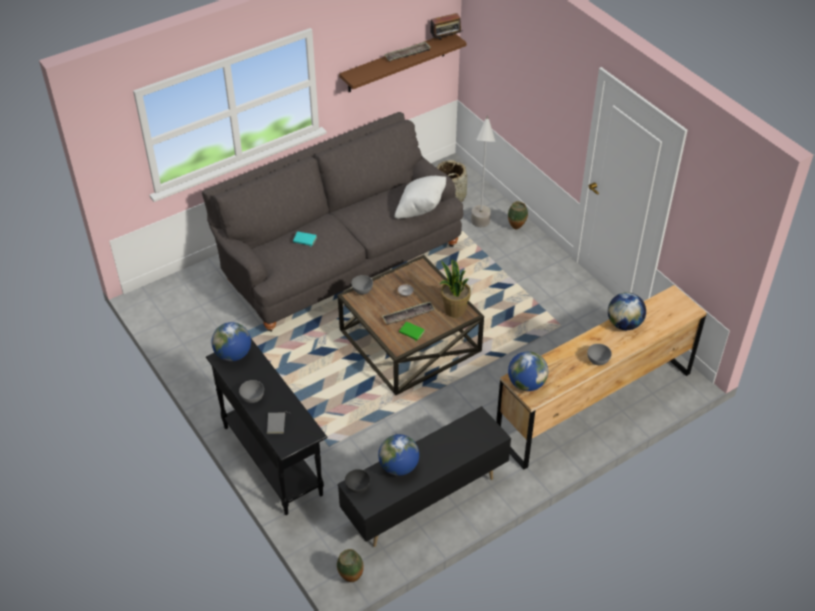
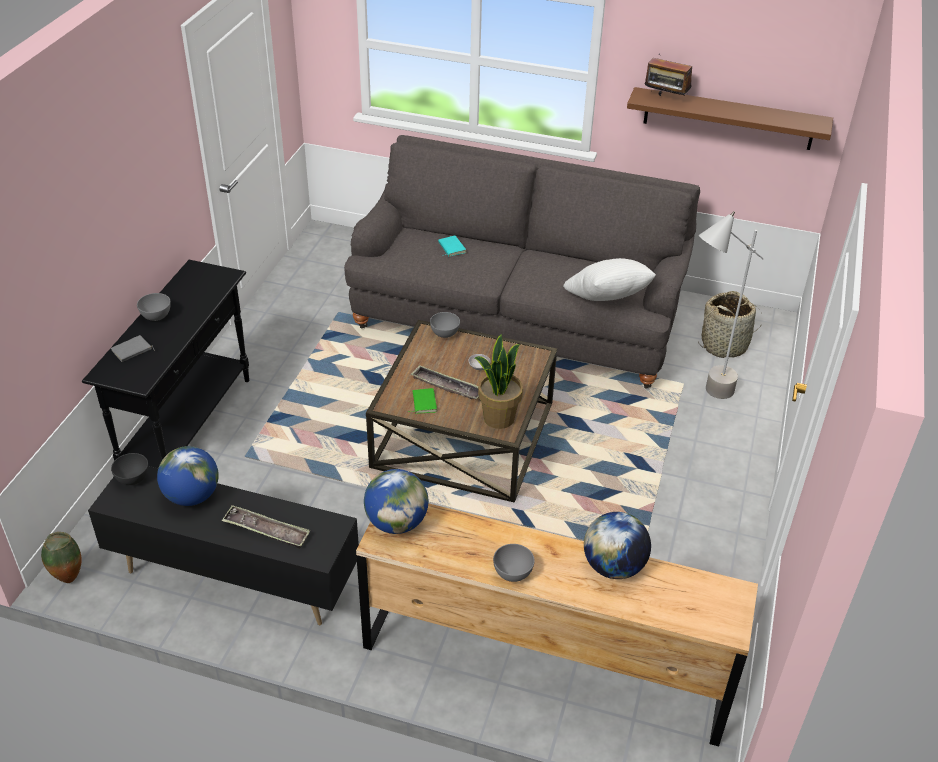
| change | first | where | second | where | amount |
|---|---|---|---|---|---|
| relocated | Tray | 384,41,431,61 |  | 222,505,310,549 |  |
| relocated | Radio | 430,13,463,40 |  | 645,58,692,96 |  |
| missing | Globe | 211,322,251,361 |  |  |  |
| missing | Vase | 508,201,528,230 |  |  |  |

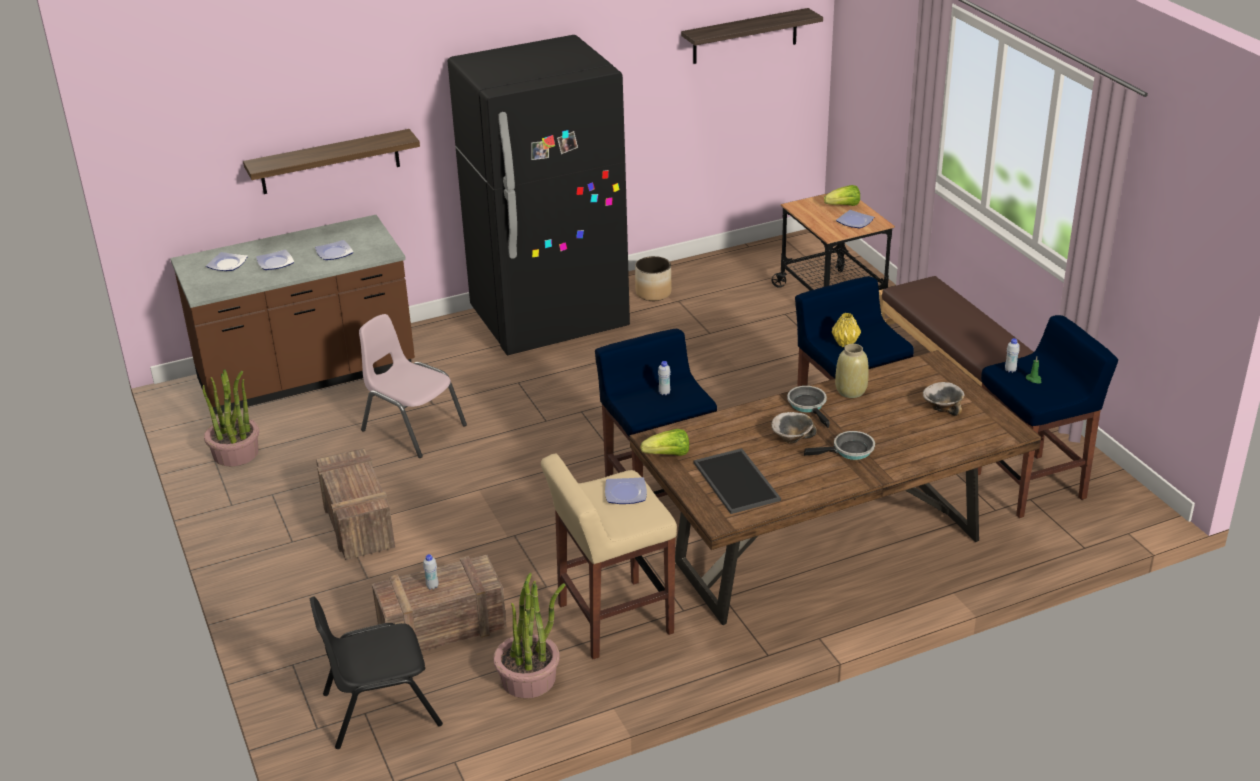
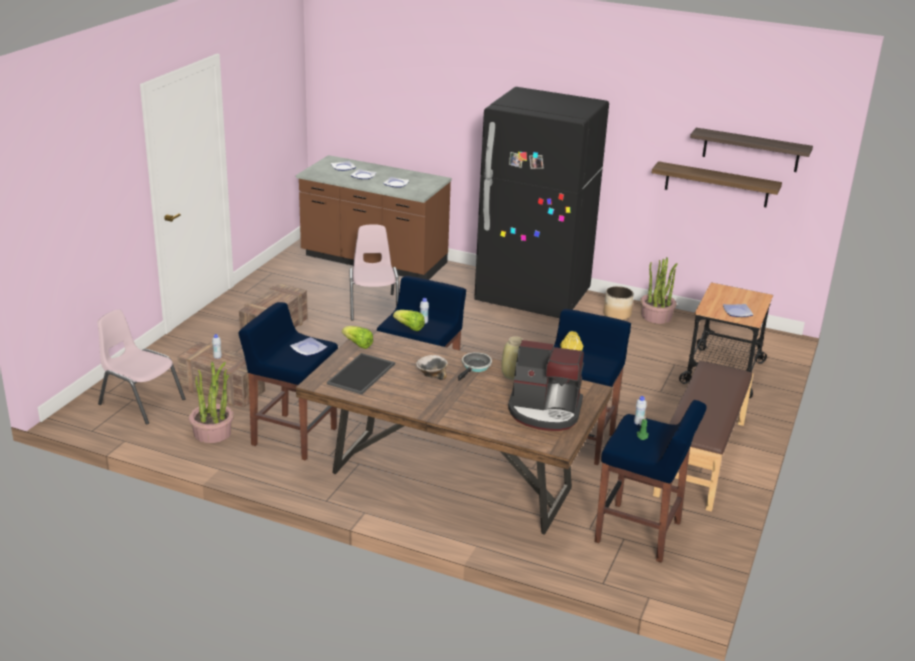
| change | first | where | second | where | amount |
|---|---|---|---|---|---|
| colour | BlackChair | 310,596,443,749 | PinkChair | 97,309,186,425 |  |
| colour | BeigeStool | 541,453,677,659 | BlueStool | 239,302,338,461 |  |
| relocated | Lettuce | 824,185,860,206 |  | 393,310,425,331 |  |
| exchanged | Bowl | 923,382,965,416 | CoffeeMachine | 508,340,584,431 |  |
| relocated | PottedPlant | 202,369,259,466 |  | 640,257,678,324 |  |
| relocated | Shelf | 243,129,420,194 |  | 652,161,782,207 |  |
| missing | FryingPan | 804,431,875,460 |  |  |  |

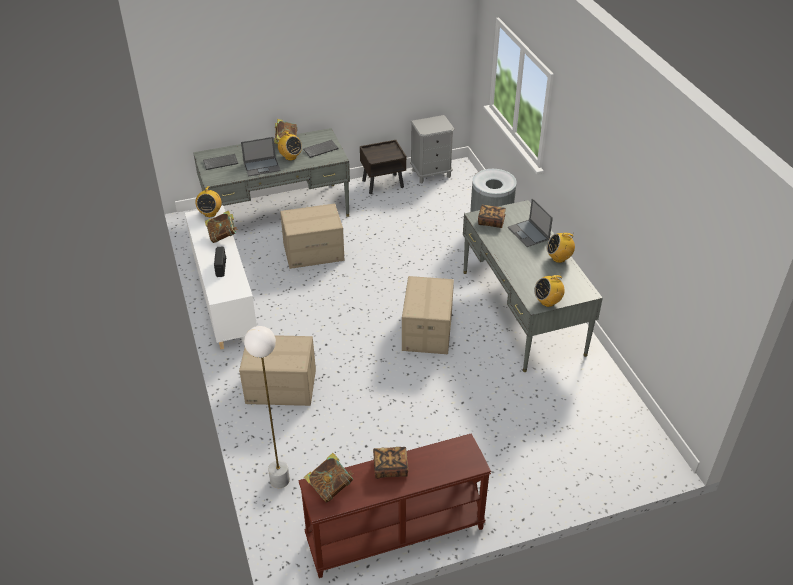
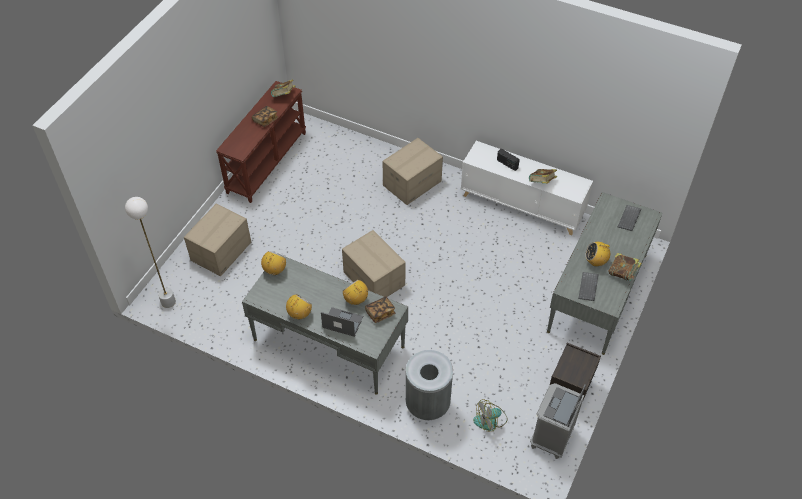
| change | first | where | second | where | amount |
|---|---|---|---|---|---|
| relocated | WhiteFloorLamp | 244,326,290,488 |  | 125,197,176,308 |  |
| relocated | CardboardBox | 280,204,344,269 |  | 184,203,251,276 |  |
| relocated | Radio | 196,186,222,217 |  | 343,280,368,305 |  |
| appeared |  |  | Fan | 473,399,508,432 |  |
| relocated | Laptop | 241,137,281,177 |  | 543,384,586,427 |  |

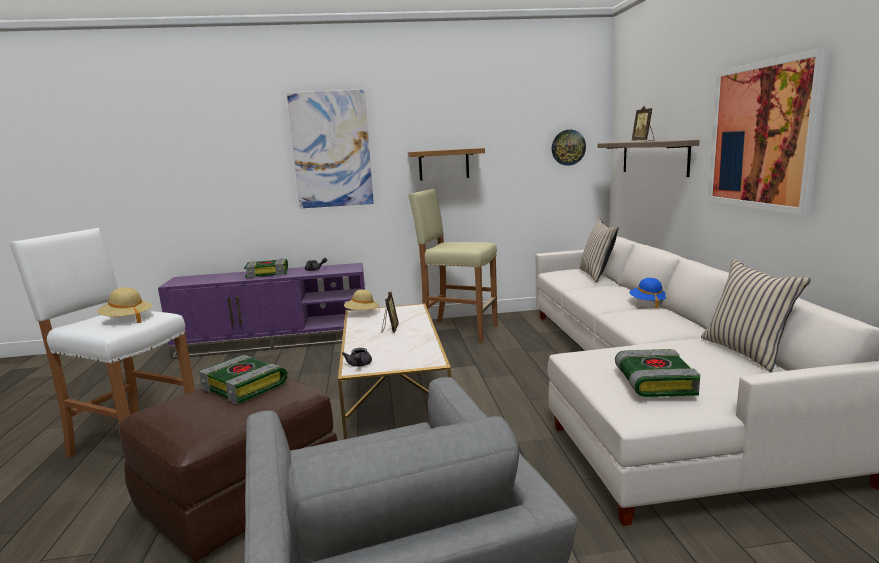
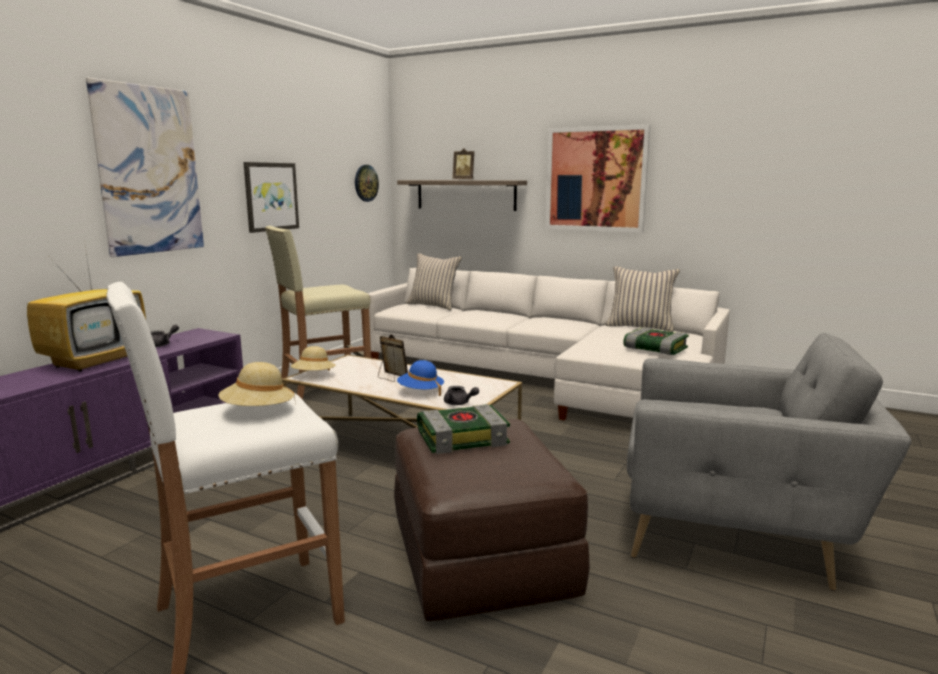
| change | first | where | second | where | amount |
|---|---|---|---|---|---|
| exchanged | Book | 244,259,288,278 | Television | 27,246,146,372 |  |
| exchanged | Shelf | 408,148,485,181 | Picture | 243,162,299,233 |  |
| relocated | BlueHat | 629,278,666,308 |  | 397,360,444,396 |  |

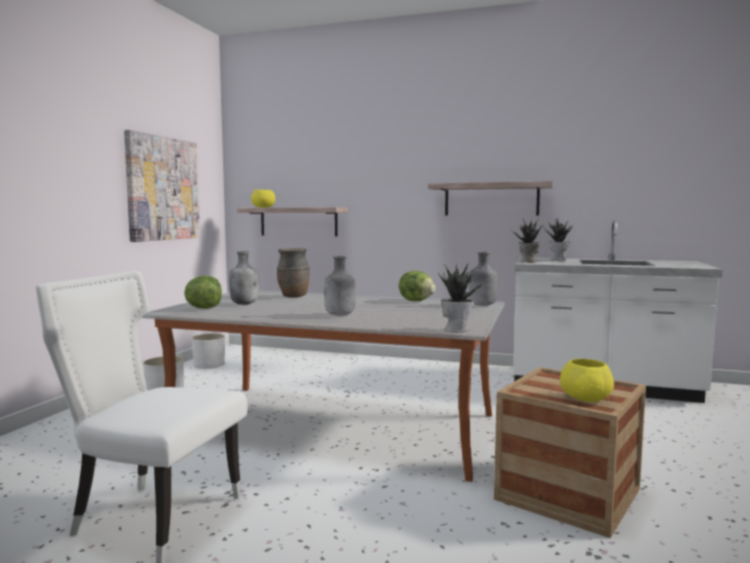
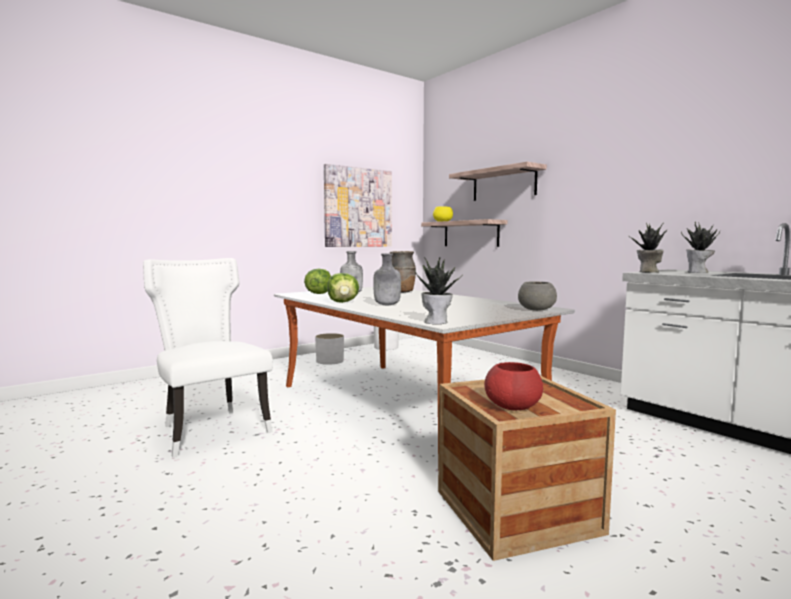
| change | first | where | second | where | amount |
|---|---|---|---|---|---|
| relocated | Lettuce | 399,271,436,301 |  | 327,273,359,303 |  |
| relocated | Shelf | 428,181,553,215 |  | 449,162,547,201 |  |
| colour | YellowBowl | 560,359,614,402 | RedBowl | 484,362,543,410 |  |
| exchanged | GreyBottle | 468,252,498,306 | GreyBowl | 518,281,557,311 |  |

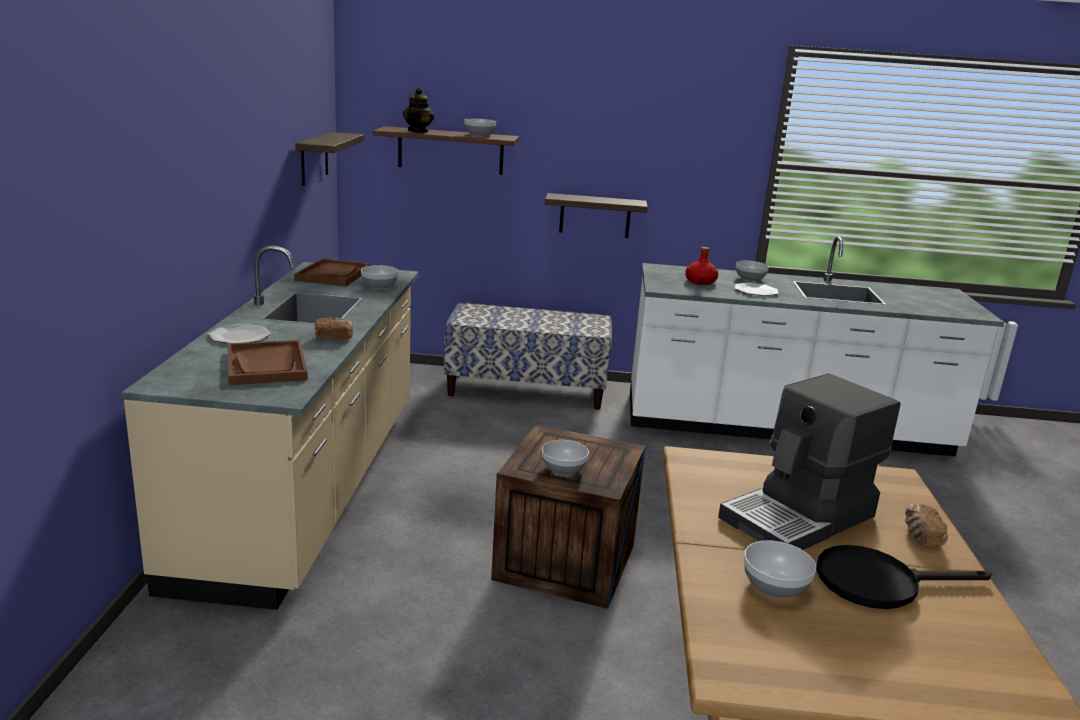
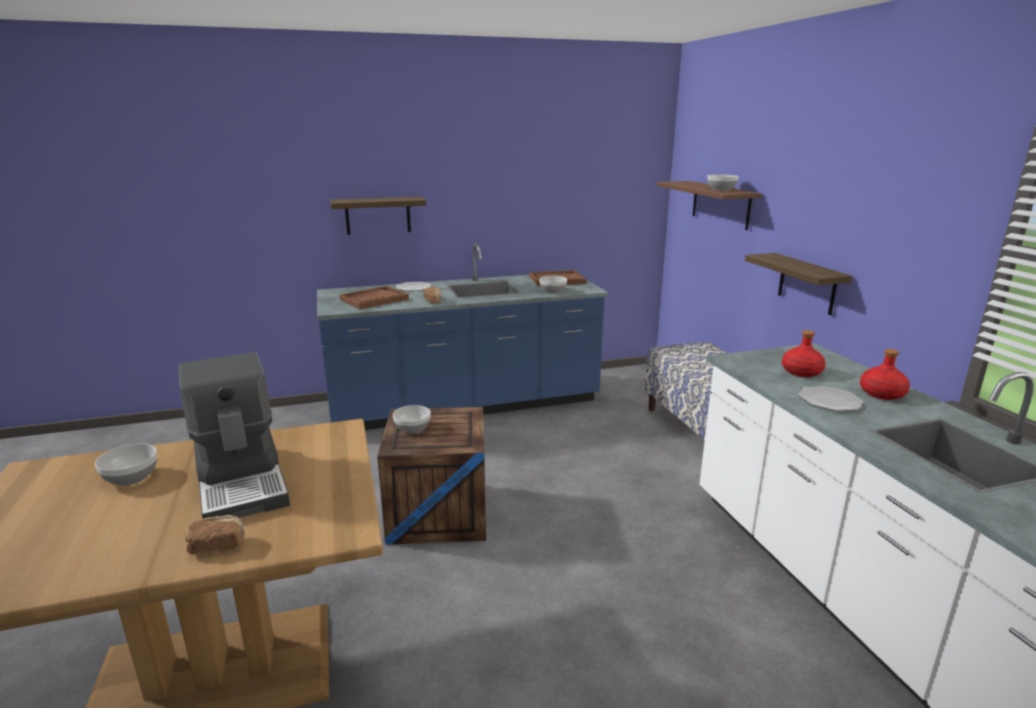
| change | first | where | second | where | amount |
|---|---|---|---|---|---|
| spun | CoffeeMachine | 718,374,901,550 |  | 178,352,290,519 | 150 degrees counterclockwise |
| colour | BeigeCounter | 121,245,419,610 | BlueCounter | 317,243,608,430 |  |
| relocated | Shelf | 295,132,365,186 |  | 330,197,426,235 |  |
| exchanged | Bowl | 736,261,769,281 | RedBottle | 860,349,910,400 |  |
| missing | Teapot | 403,88,434,133 |  |  |  |
| missing | BlackFryingPan | 816,545,992,609 |  |  |  |

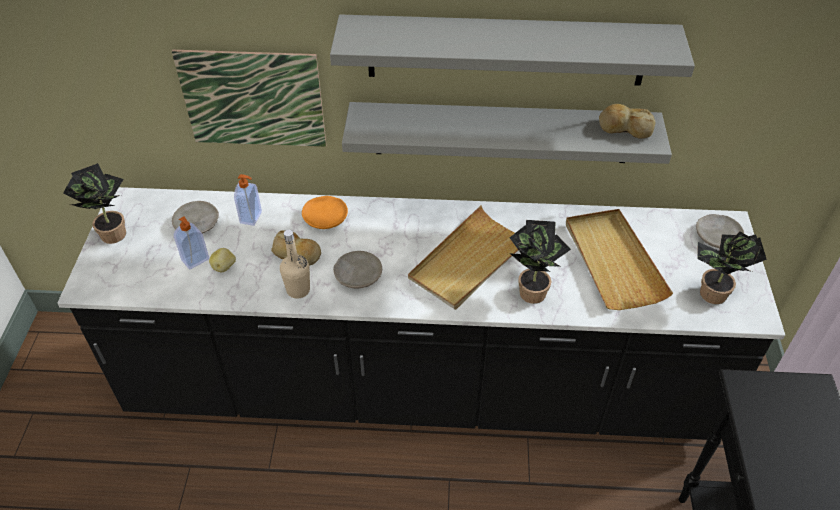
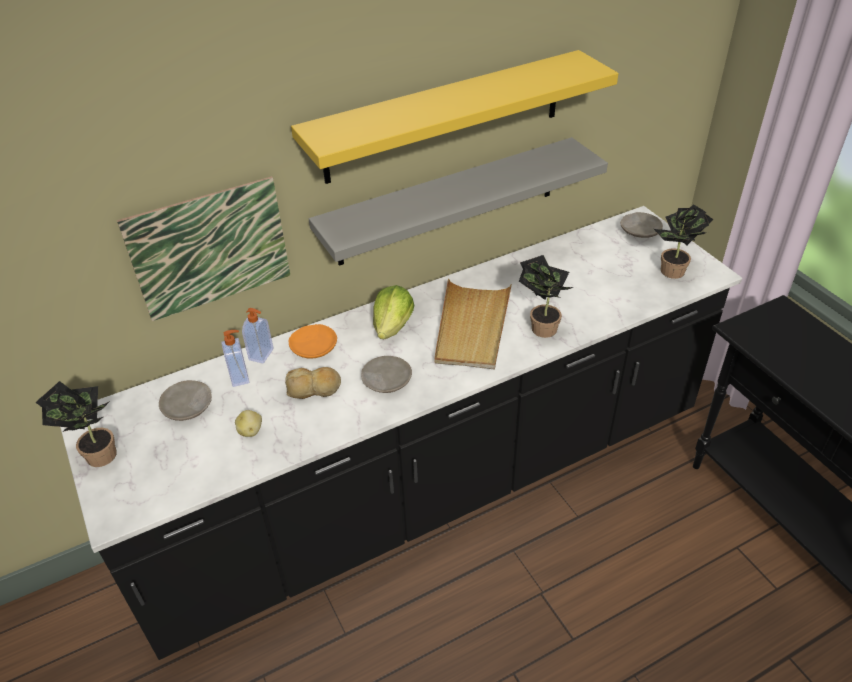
| change | first | where | second | where | amount |
|---|---|---|---|---|---|
| relocated | SoapDispenser | 174,217,209,270 |  | 242,308,273,363 |  |
| colour | GreyShelf | 330,15,695,86 | YellowShelf | 291,50,618,184 |  |
| appeared |  |  | Lettuce | 373,285,414,339 |  |
| missing | BeigeBottle | 280,230,310,299 |  |  |  |
| missing | BeigeTray | 566,209,673,310 |  |  |  |
| missing | Bread | 599,104,655,139 |  |  |  |

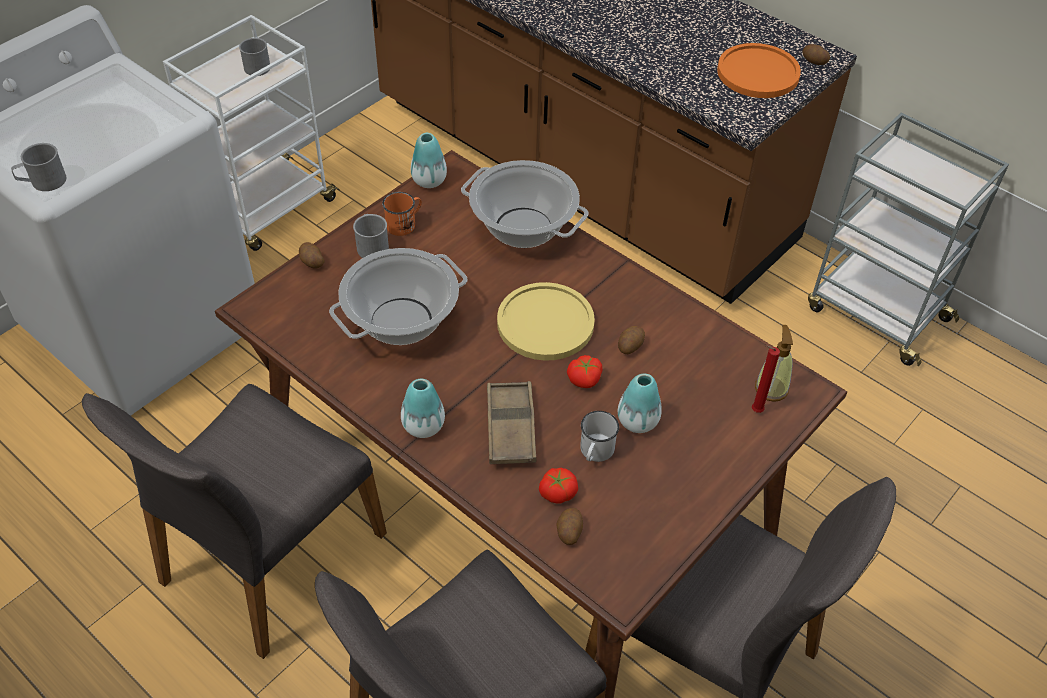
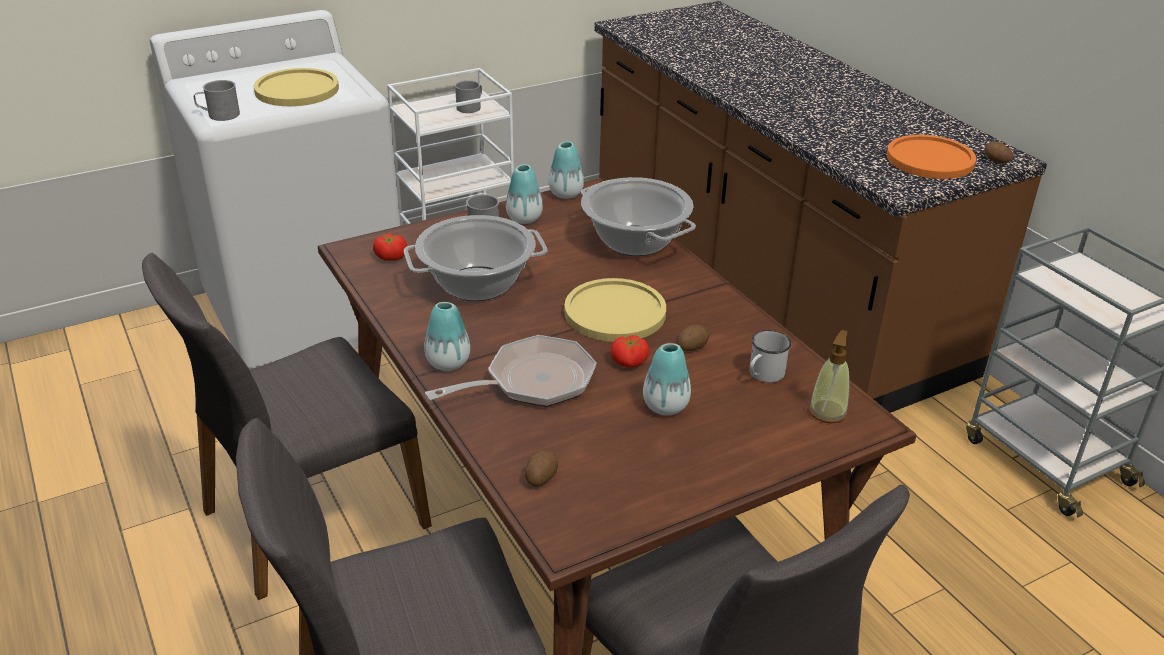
| change | first | where | second | where | amount |
|---|---|---|---|---|---|
| appeared |  |  | YellowPlate | 254,68,339,106 |  |
| relocated | Tomato | 539,468,578,503 |  | 373,233,407,261 |  |
| exchanged | BrownTray | 487,381,536,464 | FryingPan | 425,335,597,407 |  |
| exchanged | OrangeMug | 382,192,422,236 | Vase | 506,164,543,224 |  |
| relocated | WhiteMug | 580,411,619,462 |  | 749,330,791,383 |  |
| missing | Potato | 299,242,324,269 |  |  |  |
| missing | RedCandle | 752,345,780,413 |  |  |  |

